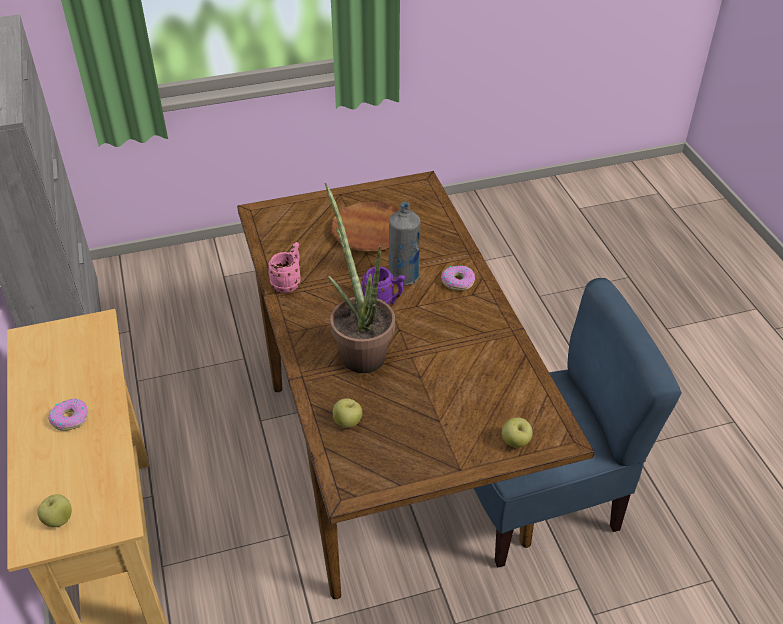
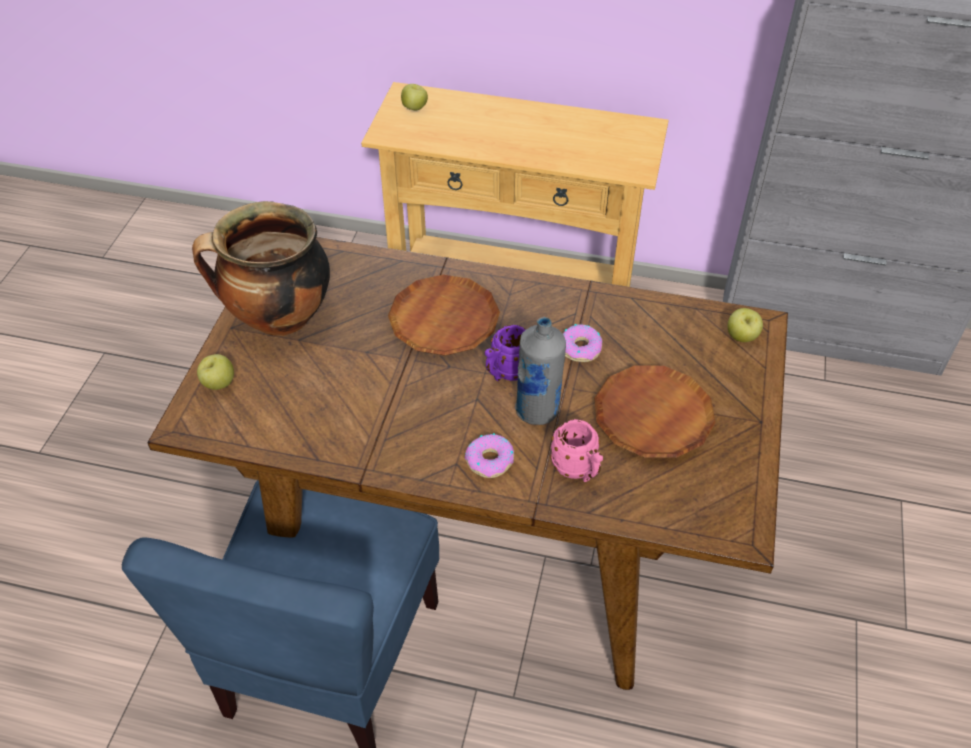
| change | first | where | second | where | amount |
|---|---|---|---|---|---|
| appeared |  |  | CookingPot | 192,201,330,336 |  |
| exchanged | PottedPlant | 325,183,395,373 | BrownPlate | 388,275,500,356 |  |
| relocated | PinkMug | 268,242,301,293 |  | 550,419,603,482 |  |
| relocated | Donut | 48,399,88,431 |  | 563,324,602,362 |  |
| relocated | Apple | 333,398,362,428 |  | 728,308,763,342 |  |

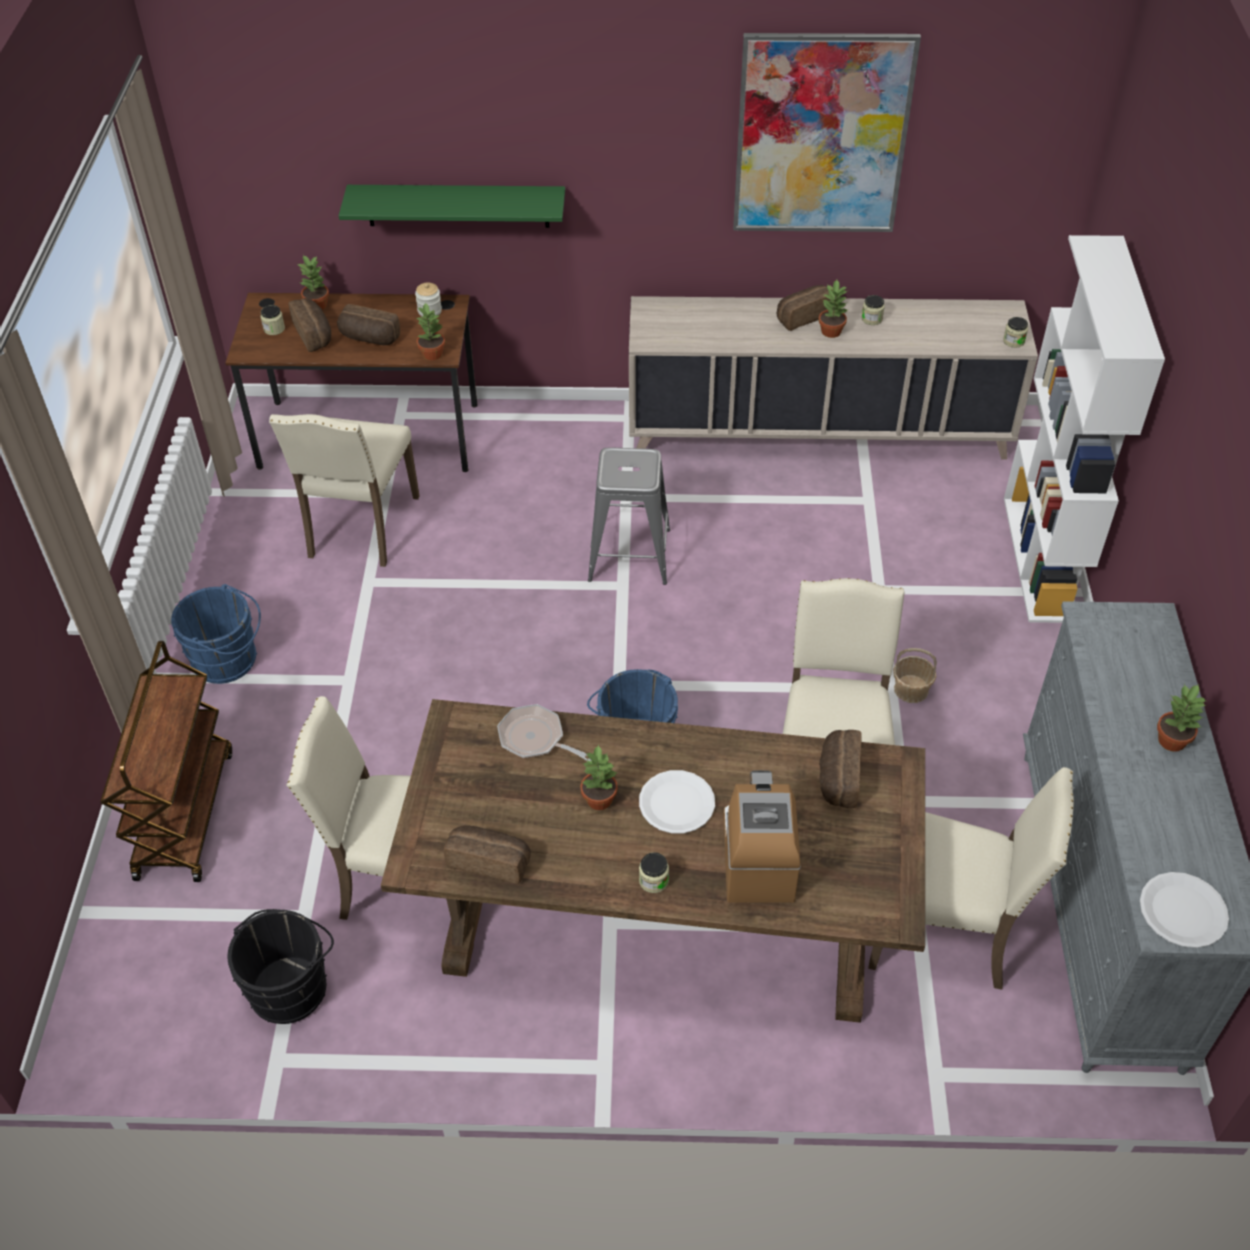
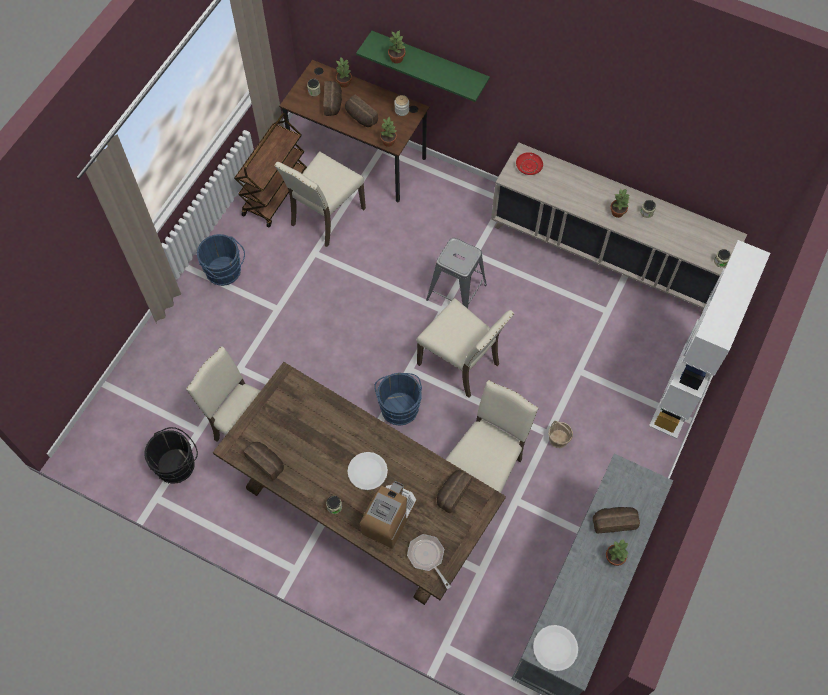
| change | first | where | second | where | amount |
|---|---|---|---|---|---|
| relocated | BrownCart | 101,641,232,882 |  | 234,113,307,227 |  |
| relocated | PottedPlant | 580,744,618,810 |  | 388,30,405,64 |  |
| relocated | FryingPan | 497,704,592,761 |  | 407,534,451,589 |  |
| relocated | BeigeChair | 868,767,1074,990 |  | 416,298,514,398 |  |
| appeared |  |  | RedPlate | 516,152,543,175 |  |
| relocated | Bread | 776,285,830,331 |  | 593,507,640,533 |  |
| missing | Picture | 733,33,921,232 |  |  |  |

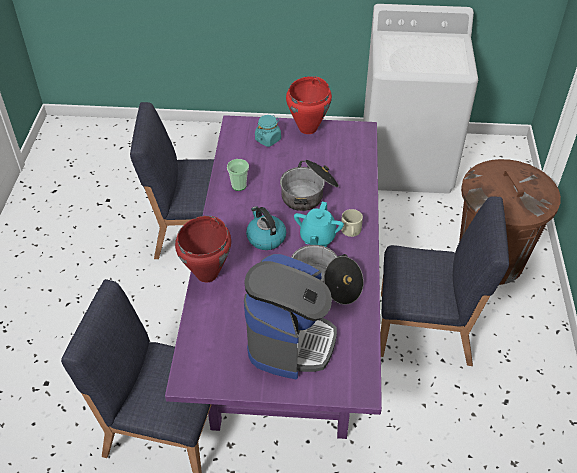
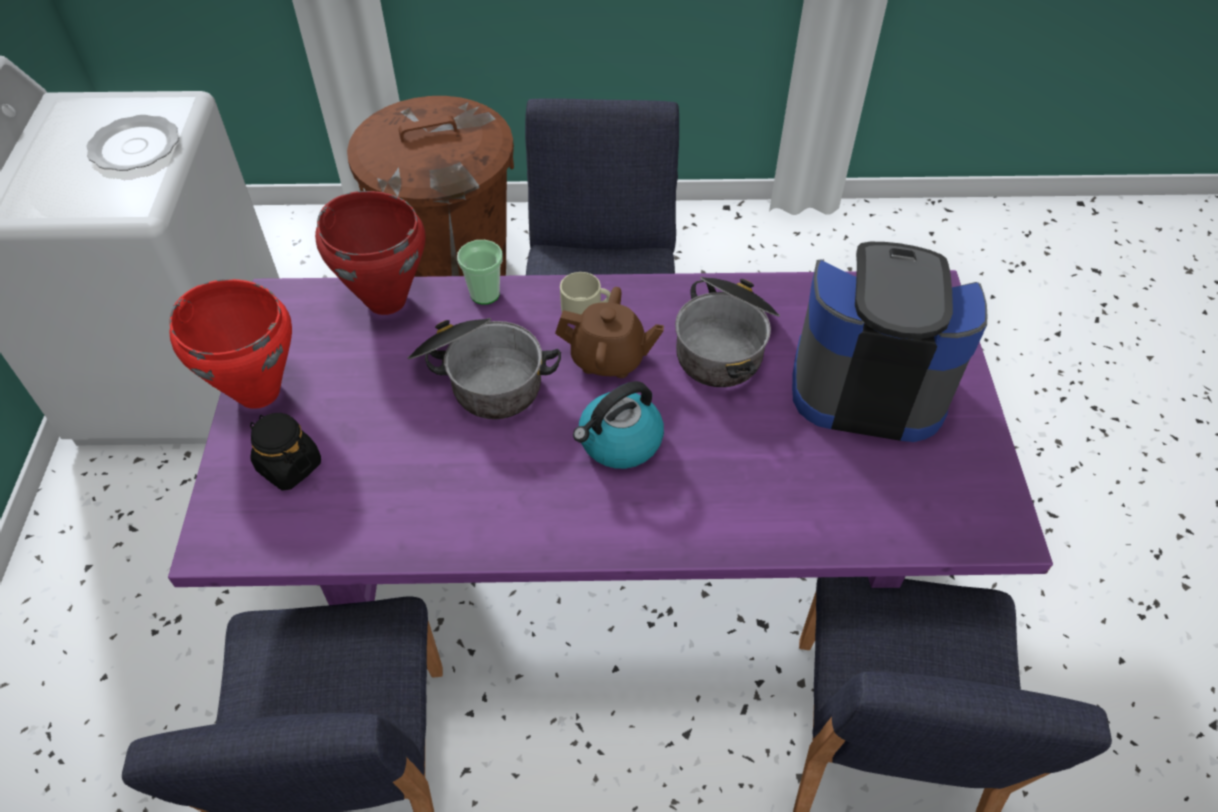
| change | first | where | second | where | amount |
|---|---|---|---|---|---|
| appeared |  |  | Plate | 86,115,179,171 |  |
| colour | TurquoiseJar | 255,115,281,147 | BlackJar | 250,413,321,491 |  |
| relocated | RedCookingPot | 175,216,231,282 |  | 315,191,425,315 |  |
| relocated | Cup | 227,159,249,191 |  | 457,240,503,305 |  |
| colour | TurquoiseTeapot | 294,202,344,247 | BrownTeapot | 555,287,664,378 |  |

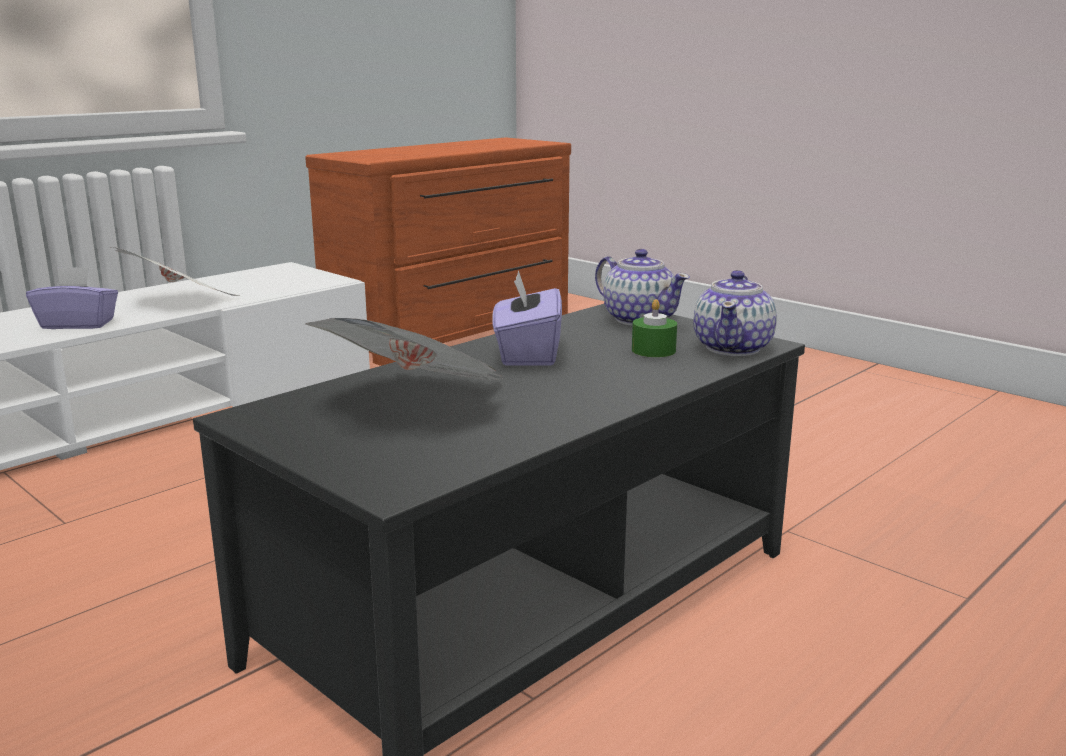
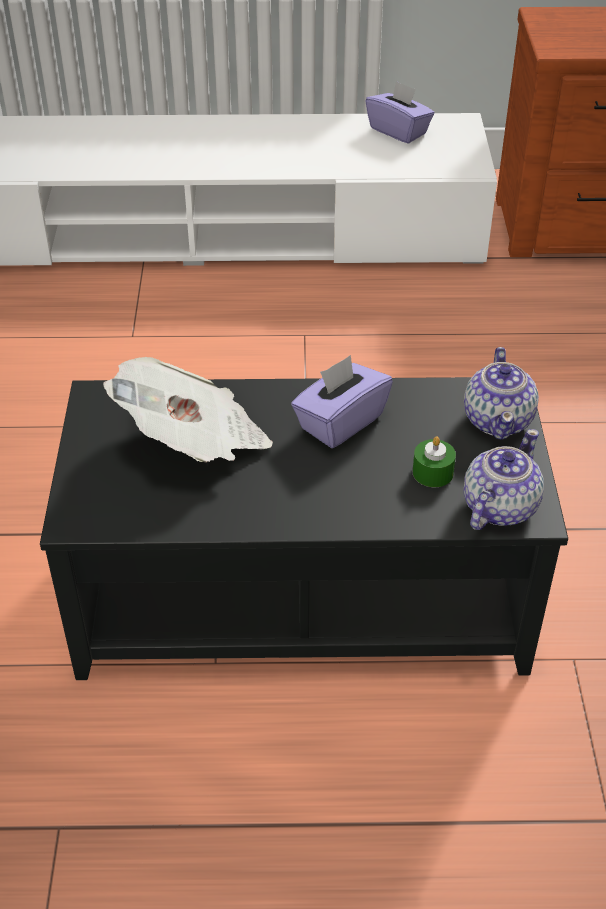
| change | first | where | second | where | amount |
|---|---|---|---|---|---|
| relocated | PurpleTissueBox | 26,267,118,329 |  | 366,80,435,144 |  |
| spun | Teapot | 693,270,777,356 |  | 464,429,544,530 | 150 degrees clockwise |
| missing | Newspaper | 111,247,240,296 |  |  |  |

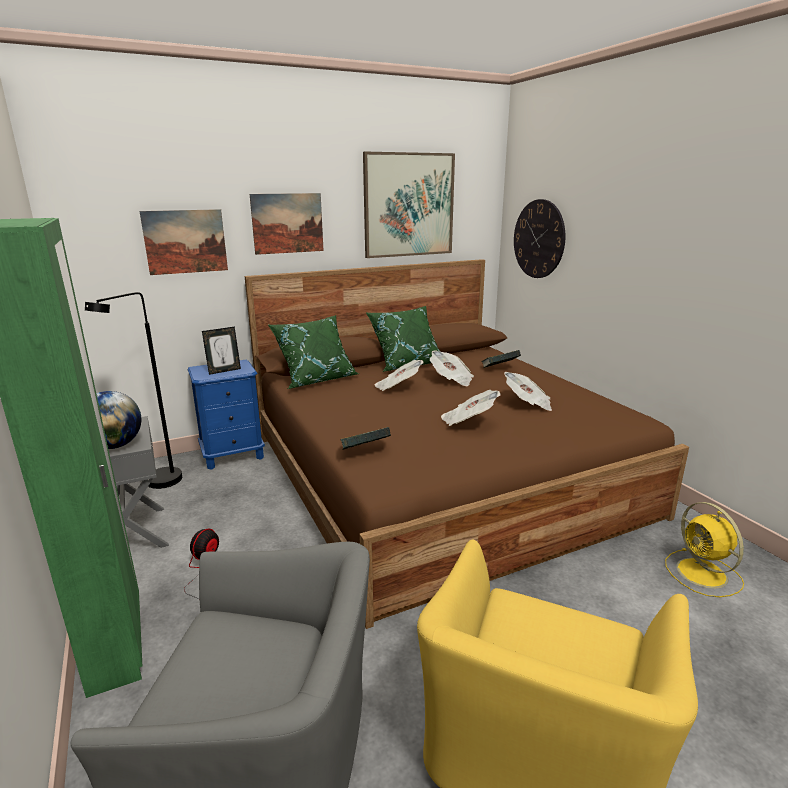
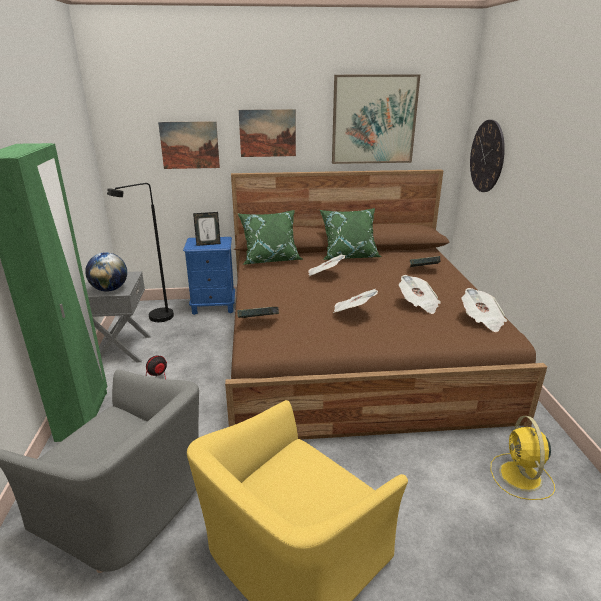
| change | first | where | second | where | amount |
|---|---|---|---|---|---|
| relocated | Newspaper | 430,350,474,387 |  | 461,288,507,332 |  |

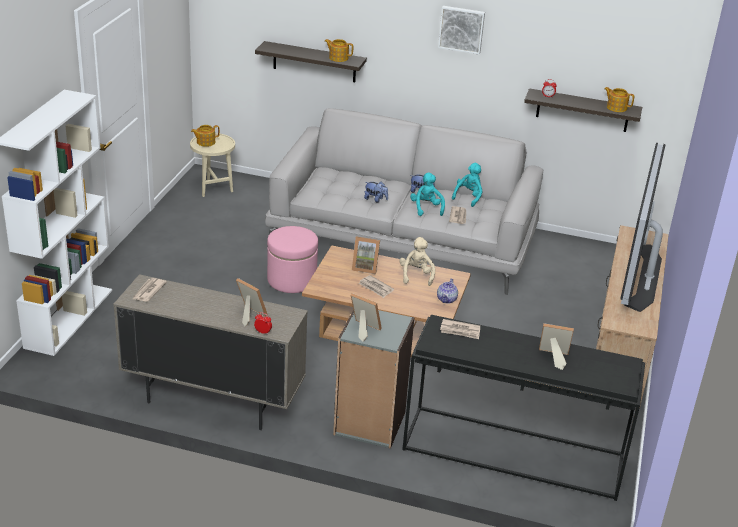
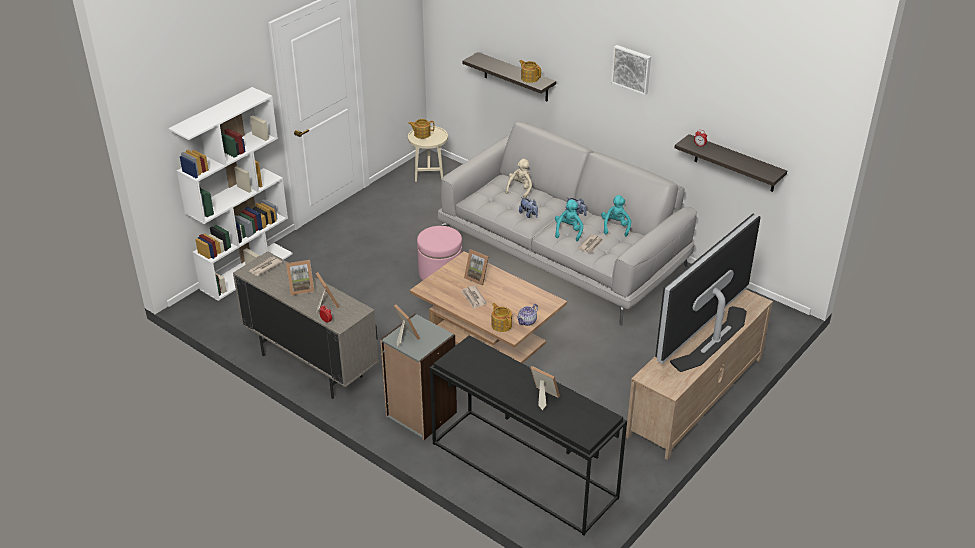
| change | first | where | second | where | amount |
|---|---|---|---|---|---|
| appeared |  |  | PictureFrame | 286,260,314,295 |  |
| relocated | Teapot | 604,87,634,112 |  | 491,303,512,332 |  |
| relocated | BeigePlushToy | 399,237,435,286 |  | 505,159,532,198 |  |
| spun | TurquoisePlushToy | 452,163,483,207 |  | 601,195,631,236 | 45 degrees counterclockwise |
| missing | Newspaper | 440,319,480,339 |  |  |  |

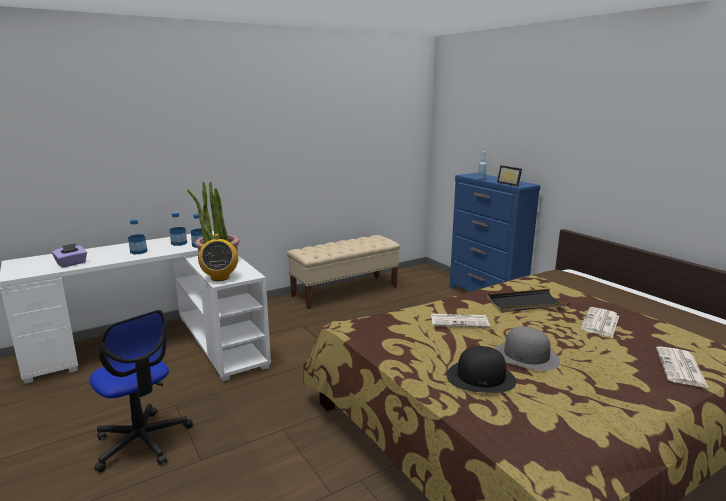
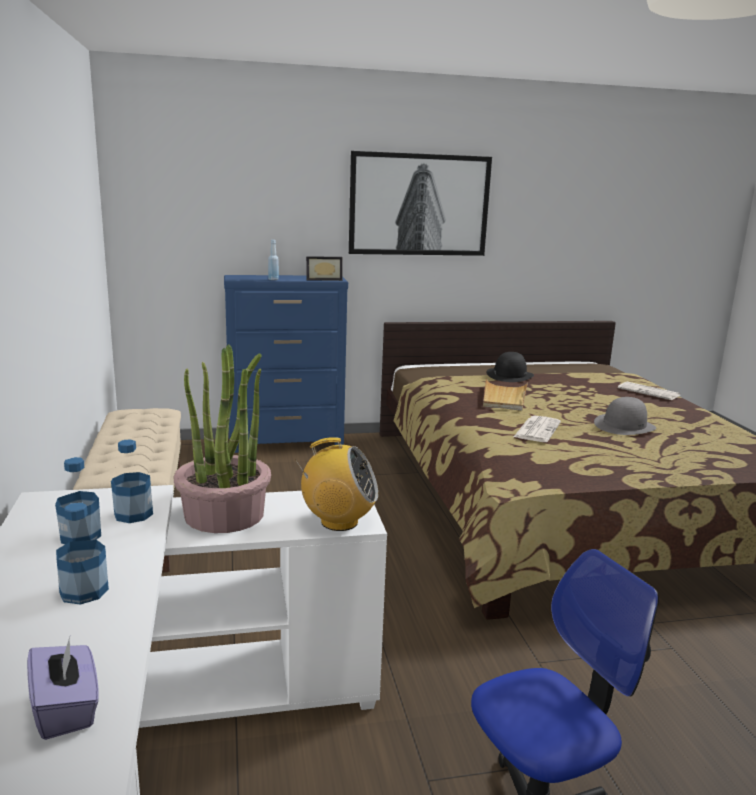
| change | first | where | second | where | amount |
|---|---|---|---|---|---|
| appeared |  |  | Picture | 349,151,492,256 |  |
| colour | BlackTray | 487,289,569,313 | BeigeTray | 483,378,528,411 |  |
| relocated | BlackHat | 446,346,516,393 |  | 486,352,534,382 |  |
| missing | Newspaper | 580,307,619,337 |  |  |  |

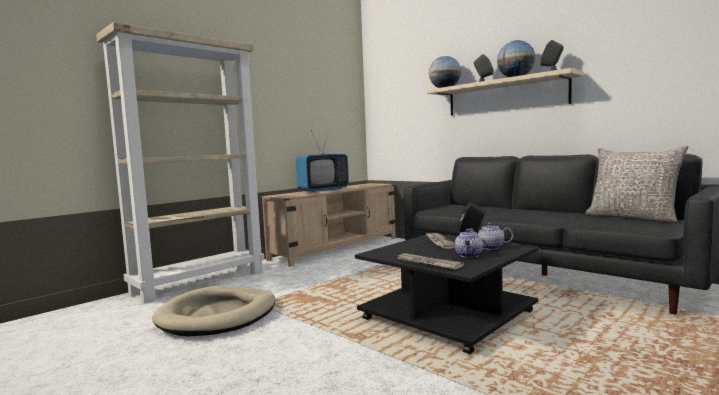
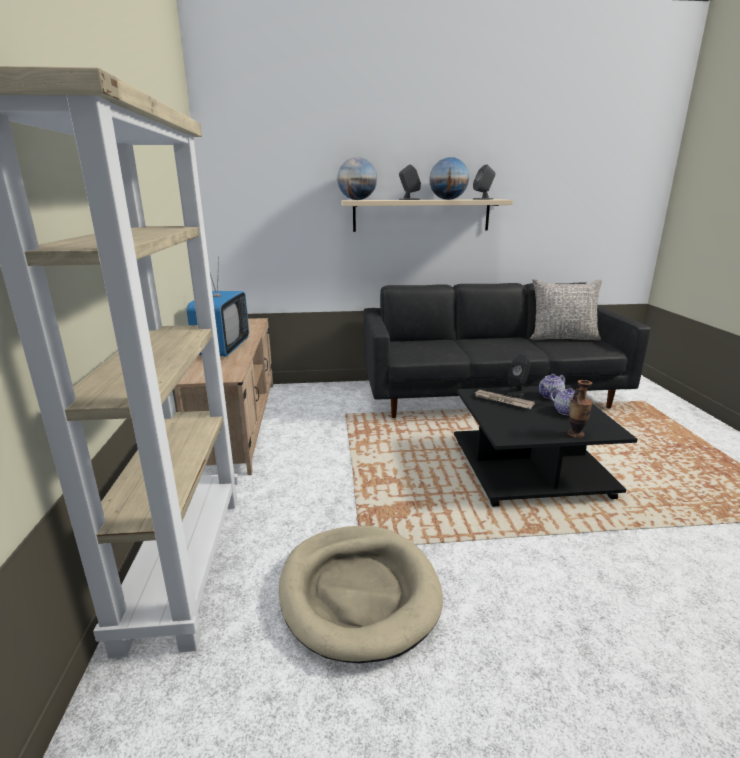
| change | first | where | second | where | amount |
|---|---|---|---|---|---|
| exchanged | Newspaper | 397,253,464,269 | Vase | 567,380,593,438 |  |

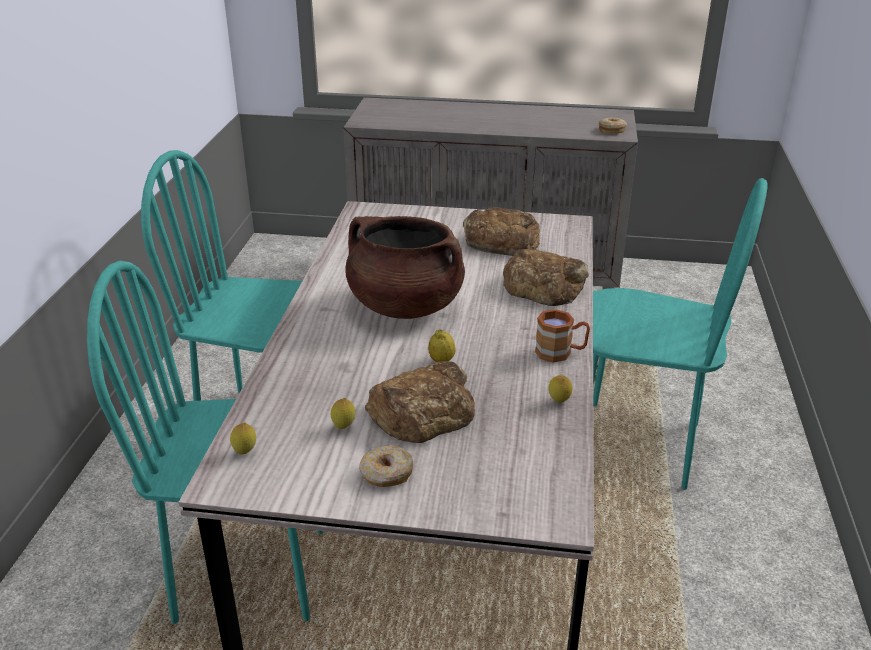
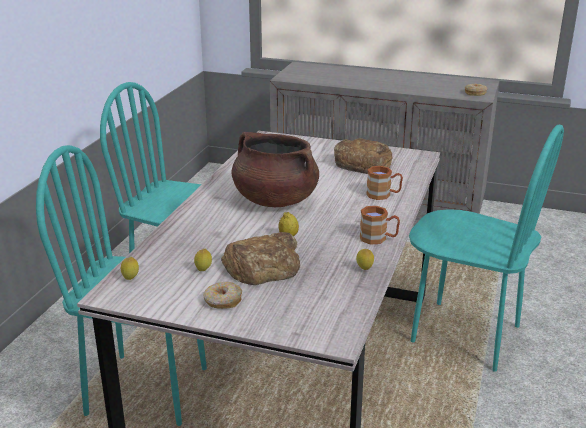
| change | first | where | second | where | amount |
|---|---|---|---|---|---|
| exchanged | Bread | 503,249,588,306 | BrownMug | 366,166,403,200 |  |

